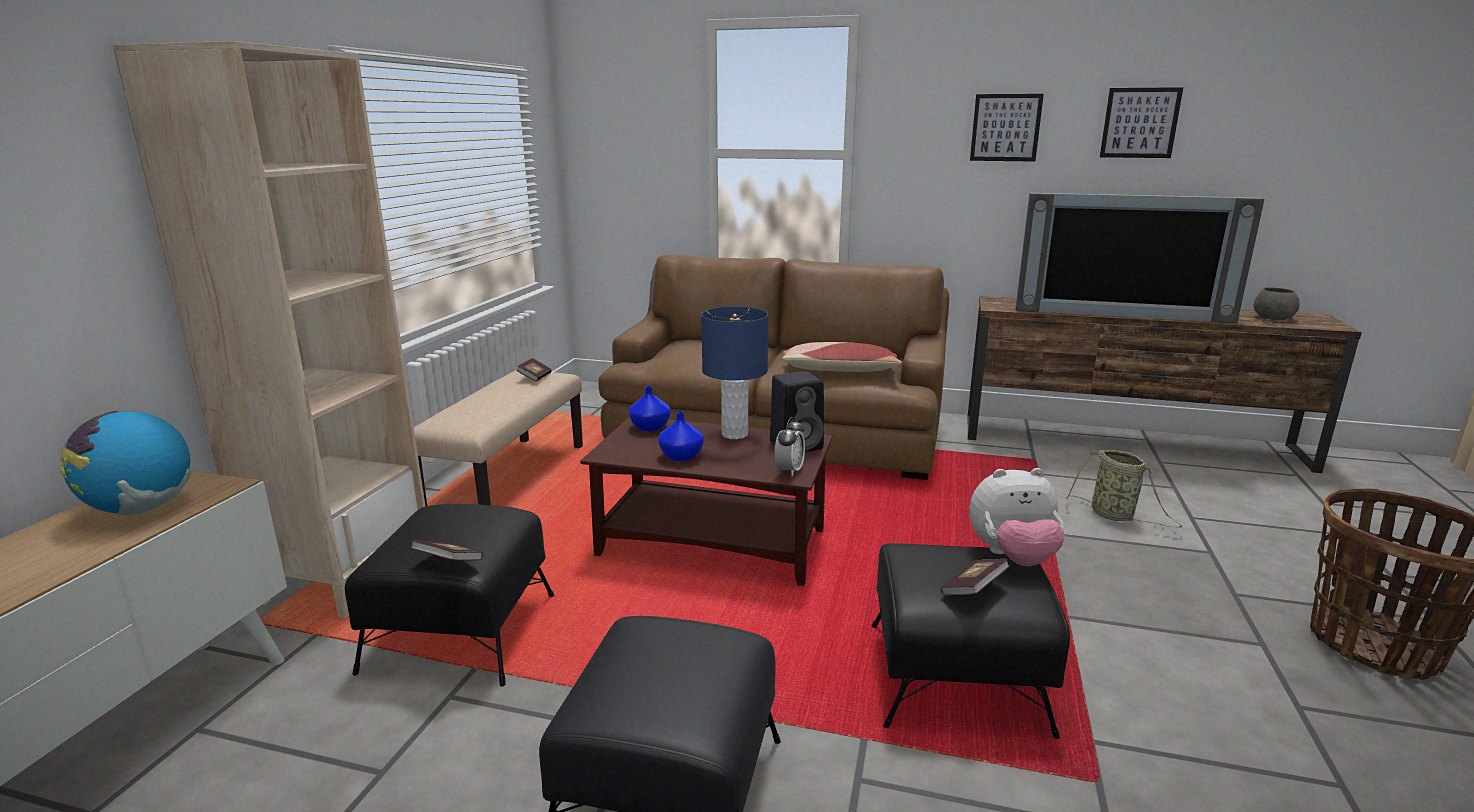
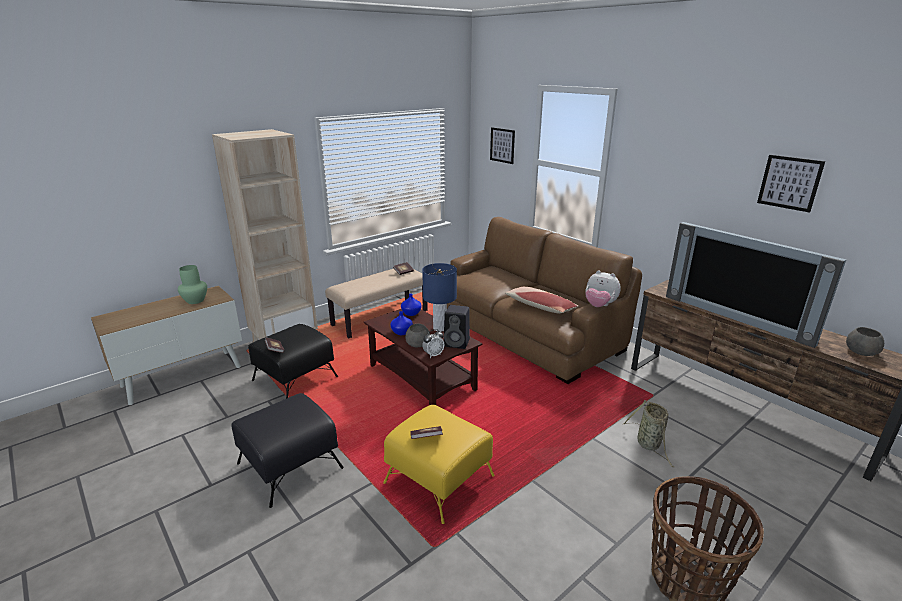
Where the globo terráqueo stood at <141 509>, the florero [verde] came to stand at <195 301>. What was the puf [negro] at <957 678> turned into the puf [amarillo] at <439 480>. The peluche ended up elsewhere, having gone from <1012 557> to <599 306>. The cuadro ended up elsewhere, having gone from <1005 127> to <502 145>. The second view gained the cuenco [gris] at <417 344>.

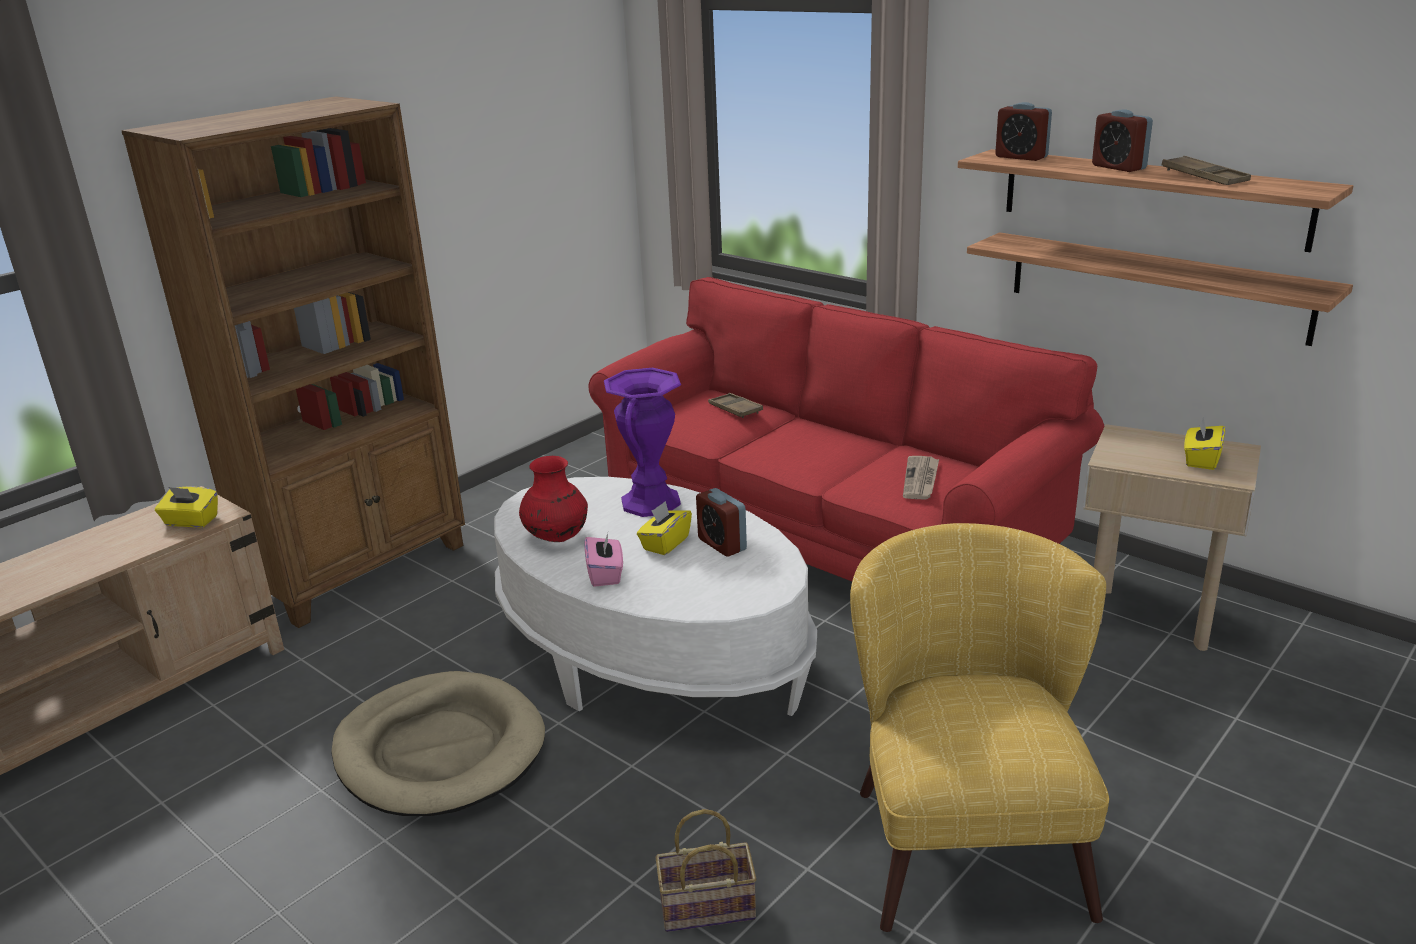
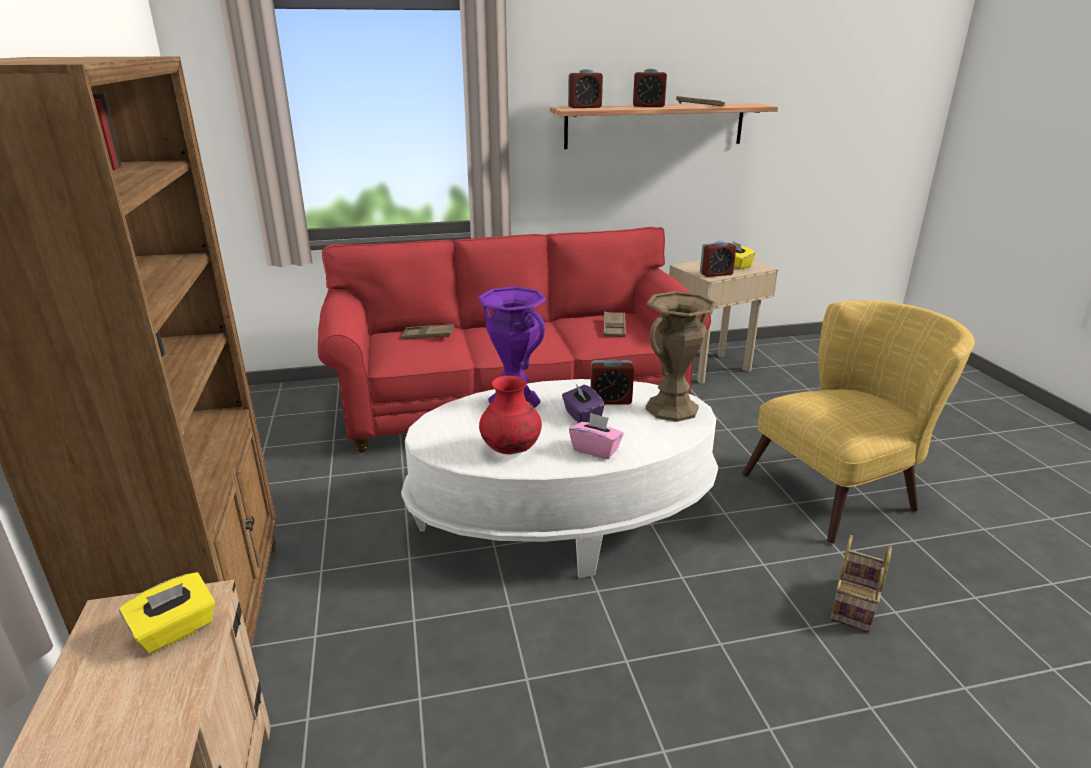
The second view lost the cama para perro [beis] at <440 750>. What was the caja de pañuelos [amarillo] at <665 543> turned into the caja de pañuelos [morado] at <582 416>. The sillón [amarillo] at <965 832> ended up facing another way, 120 degrees clockwise from before. Where the periódico stood at <921 480>, the bandeja [marrón] came to stand at <614 328>. The second view lost the estante at <1155 286>. The second view gained the florero [marrón] at <672 408>. The second view gained the despertador at <716 274>.

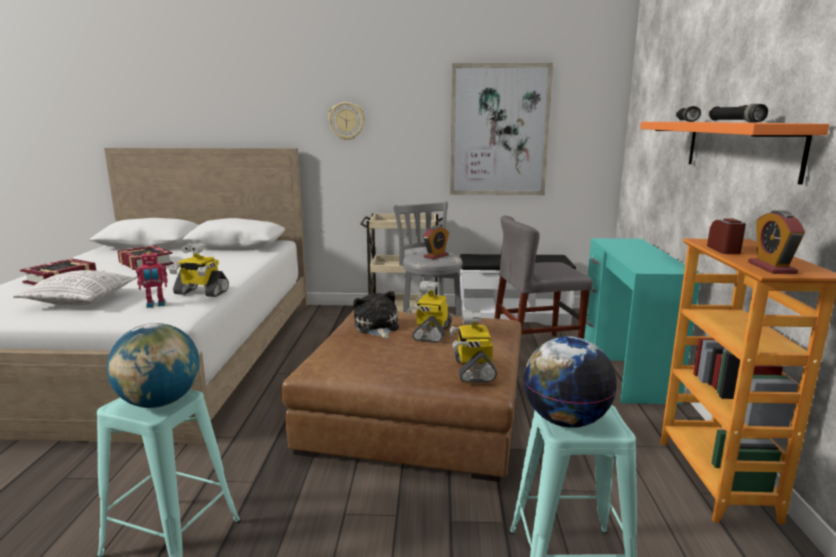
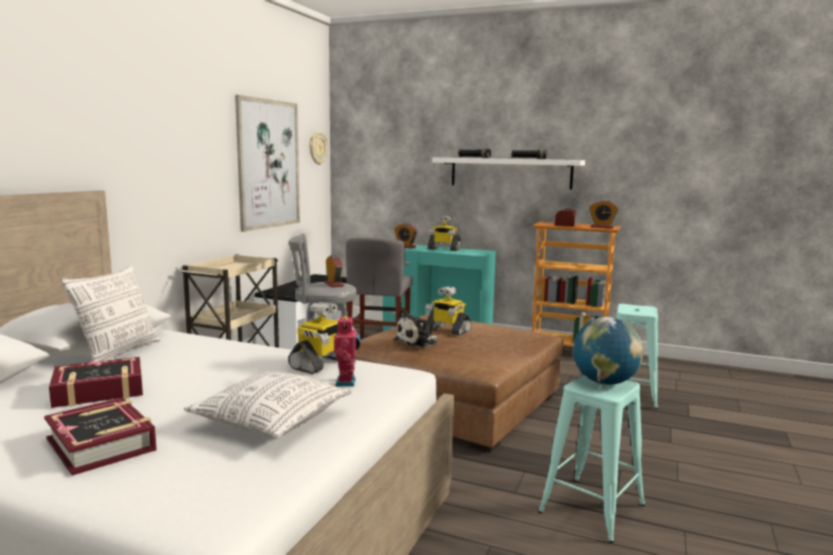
The reloj de pared ended up elsewhere, having gone from <346 121> to <317 148>. The peluche at <377 327> ended up facing another way, 45 degrees counterclockwise from before. The robot de juguete ended up elsewhere, having gone from <473 370> to <443 249>. The second view lost the globo terráqueo at <565 420>. What was the estante [naranja] at <739 147> turned into the estante [blanco] at <510 173>. The second view gained the cojín at <118 353>. The second view gained the despertador at <405 247>.

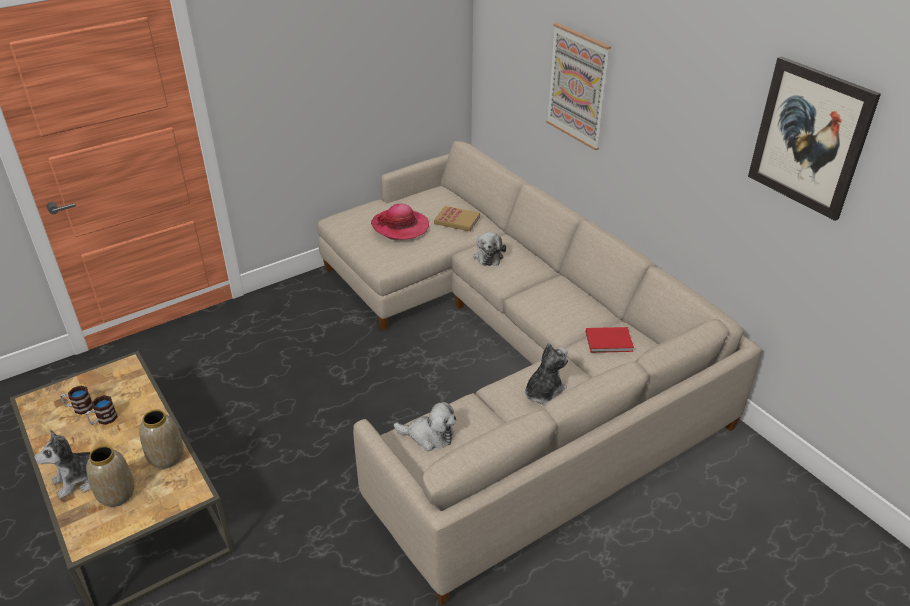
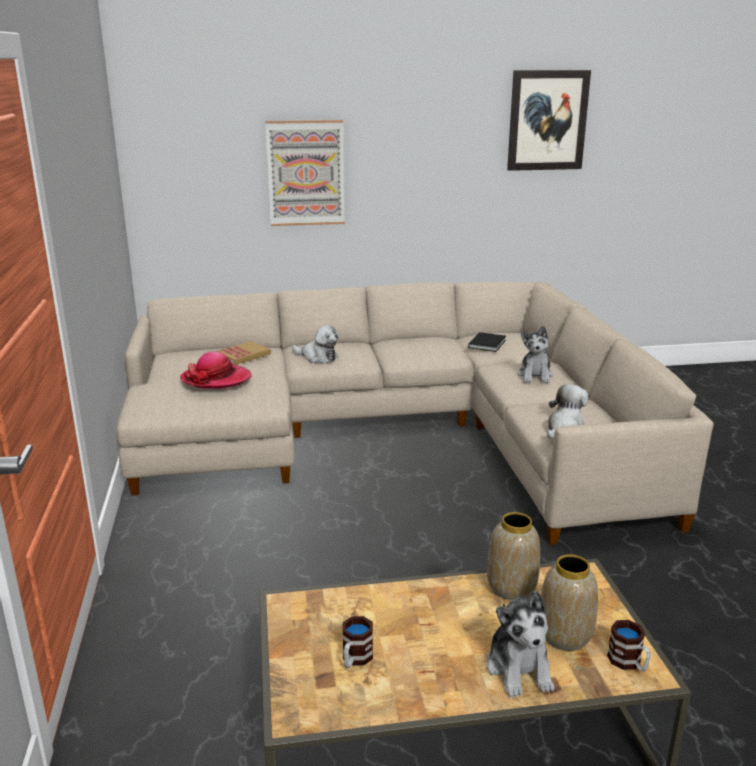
The taza grande ended up elsewhere, having gone from <103 420> to <628 663>. The peluche at <544 393> ended up facing another way, 150 degrees counterclockwise from before. What was the libro [rojo] at <610 342> turned into the libro [negro] at <488 343>.

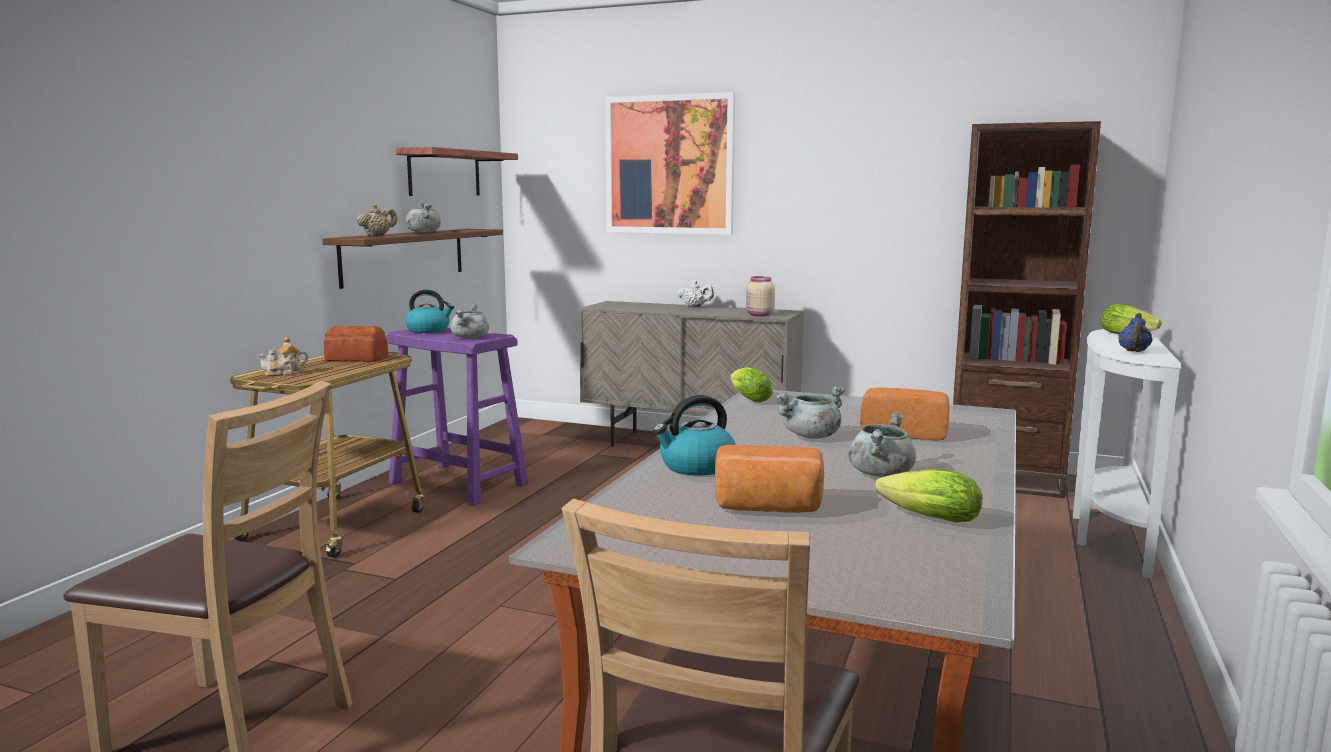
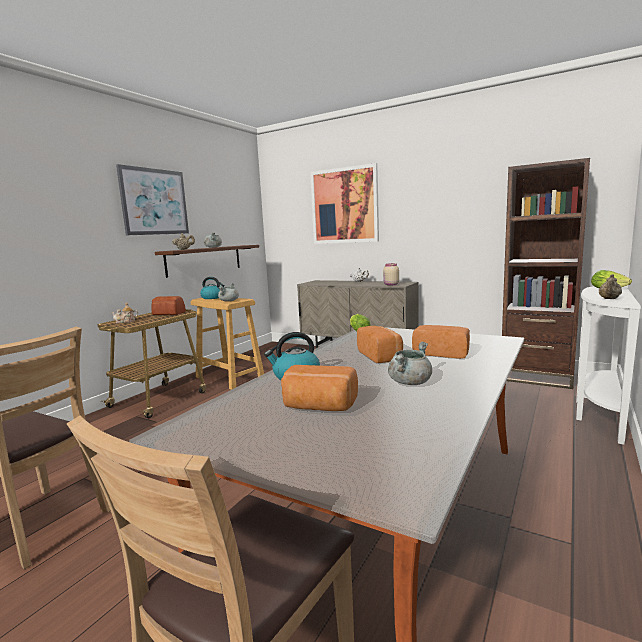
What was the taburete [morado] at <459 484> turned into the taburete [beis] at <230 377>. The second view lost the estante at <444 173>. Where the olla [gris] stood at <811 436>, the pan came to stand at <381 356>. The second view lost the lechuga at <925 518>. What was the tetera [azul] at <1133 351> turned into the tetera [beis] at <609 299>. The second view gained the cuadro at <154 202>.

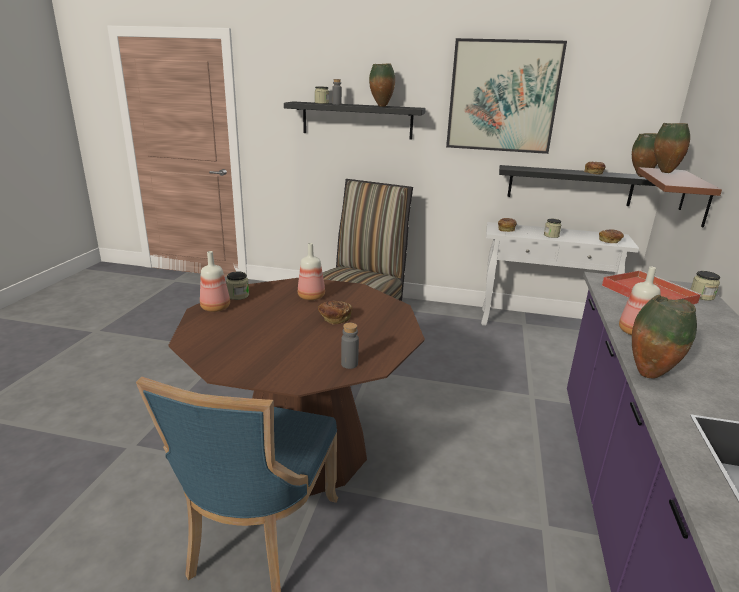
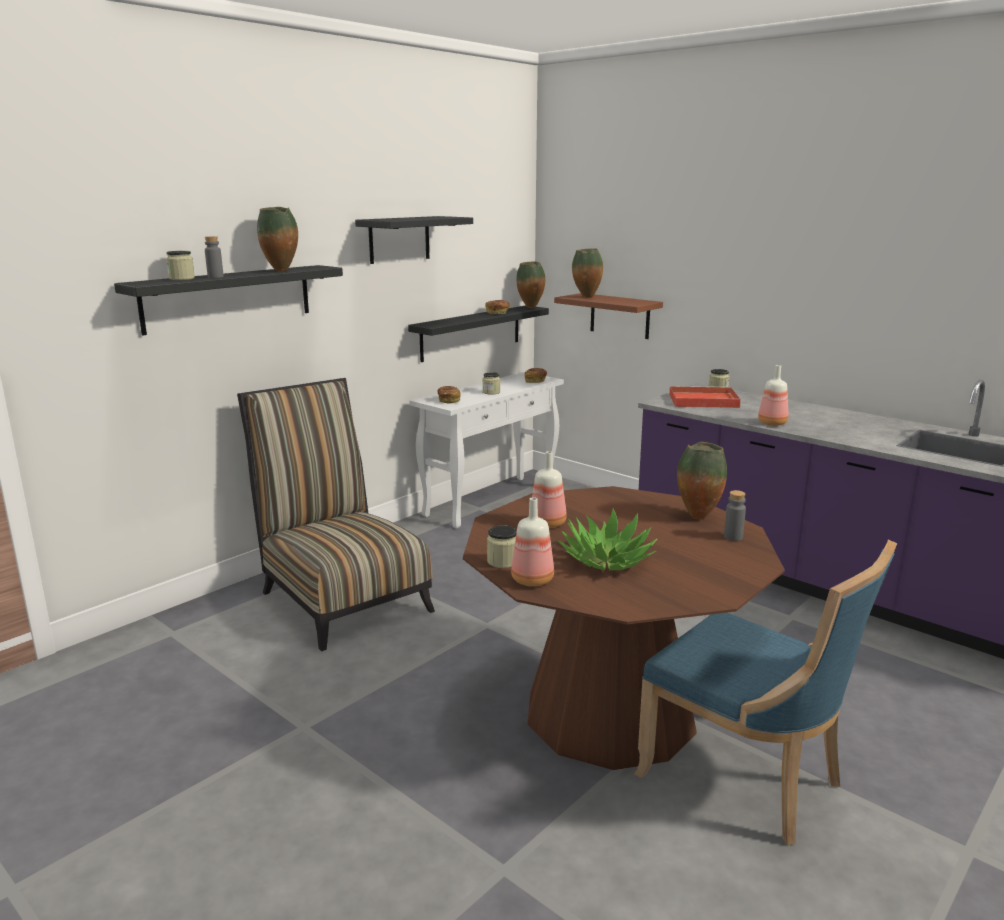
The second view lost the pan at <334 319>. Where the cuadro hung at <503 96>, the estante [negro] came to hang at <399 239>. The florero ended up elsewhere, having gone from <649 375> to <697 516>. The second view gained the planta en maceta at <607 560>.

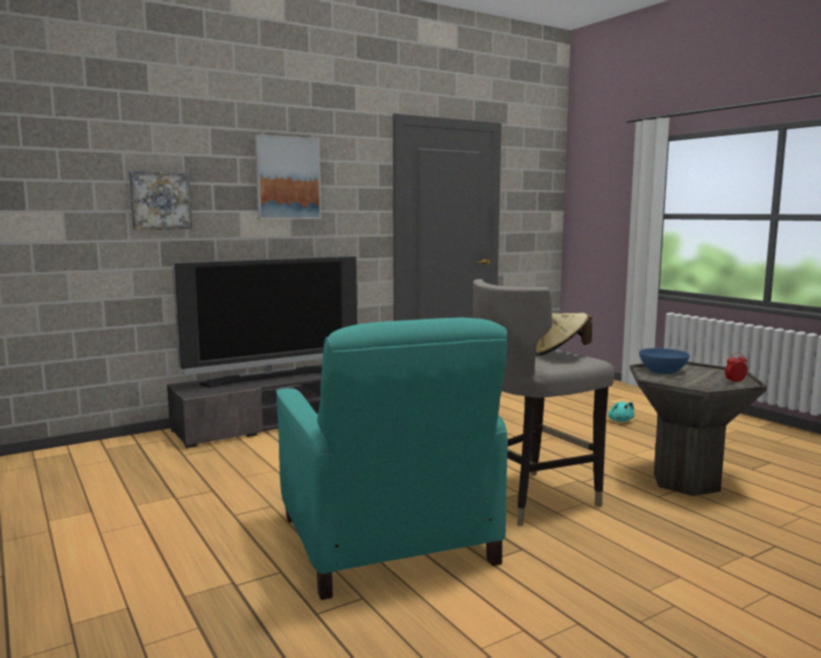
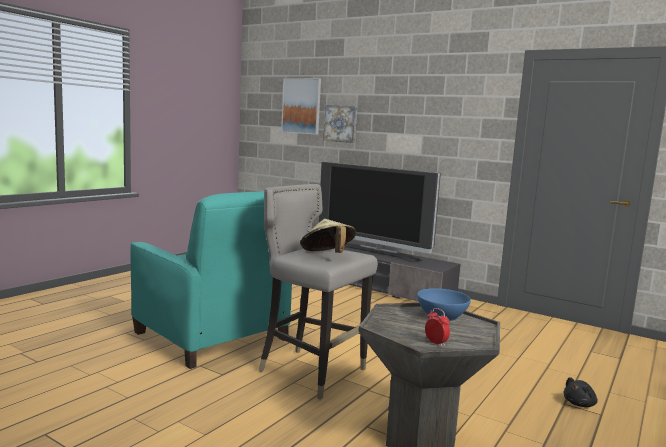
The cuadro ended up elsewhere, having gone from <288 178> to <301 106>. The sillón [turquesa] at <387 541> ended up facing another way, 90 degrees counterclockwise from before. What was the peluche [turquesa] at <620 420> turned into the peluche [negro] at <580 404>.

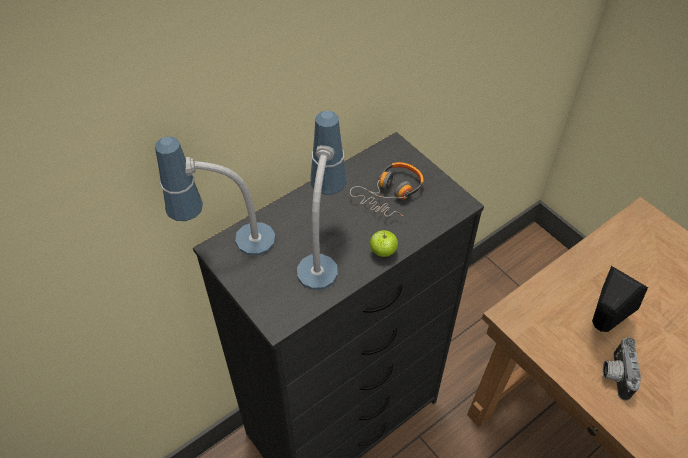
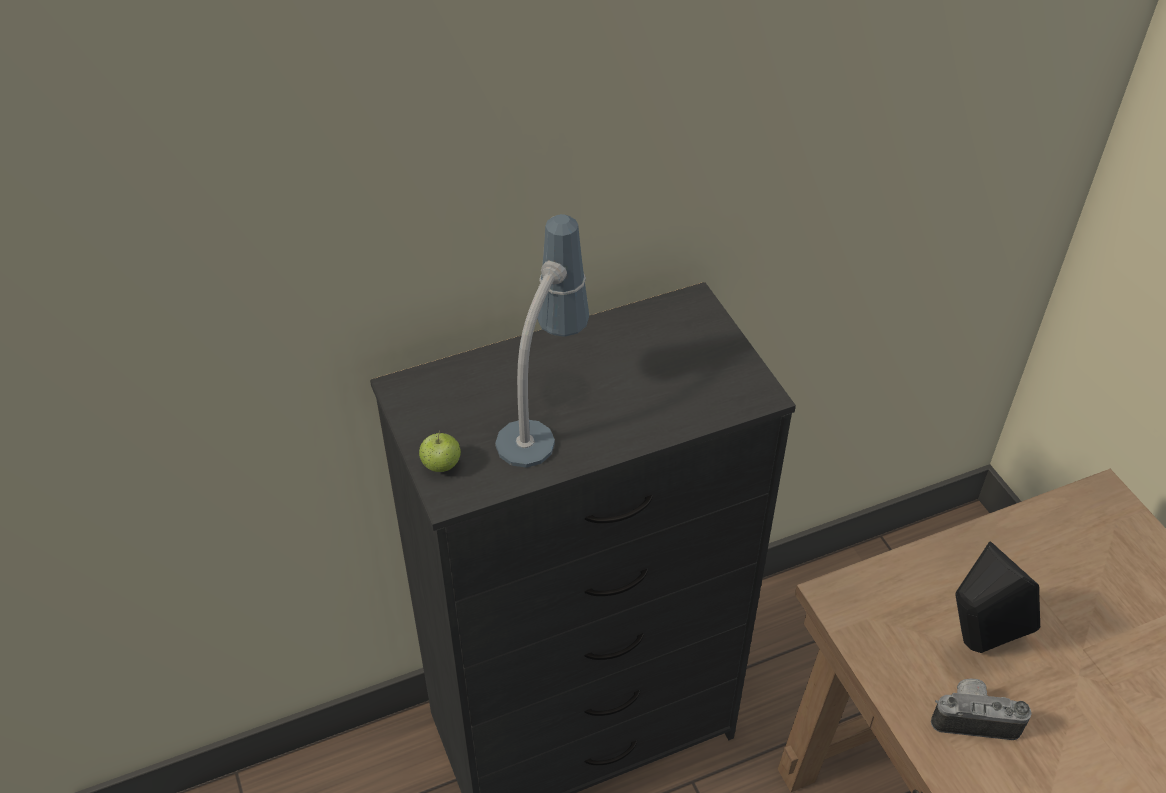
The second view lost the lámpara de mesa at <227 244>. The second view lost the auriculares at <391 194>. The manzana ended up elsewhere, having gone from <383 252> to <441 465>. The cámara at <614 374> ended up facing another way, 75 degrees clockwise from before.

